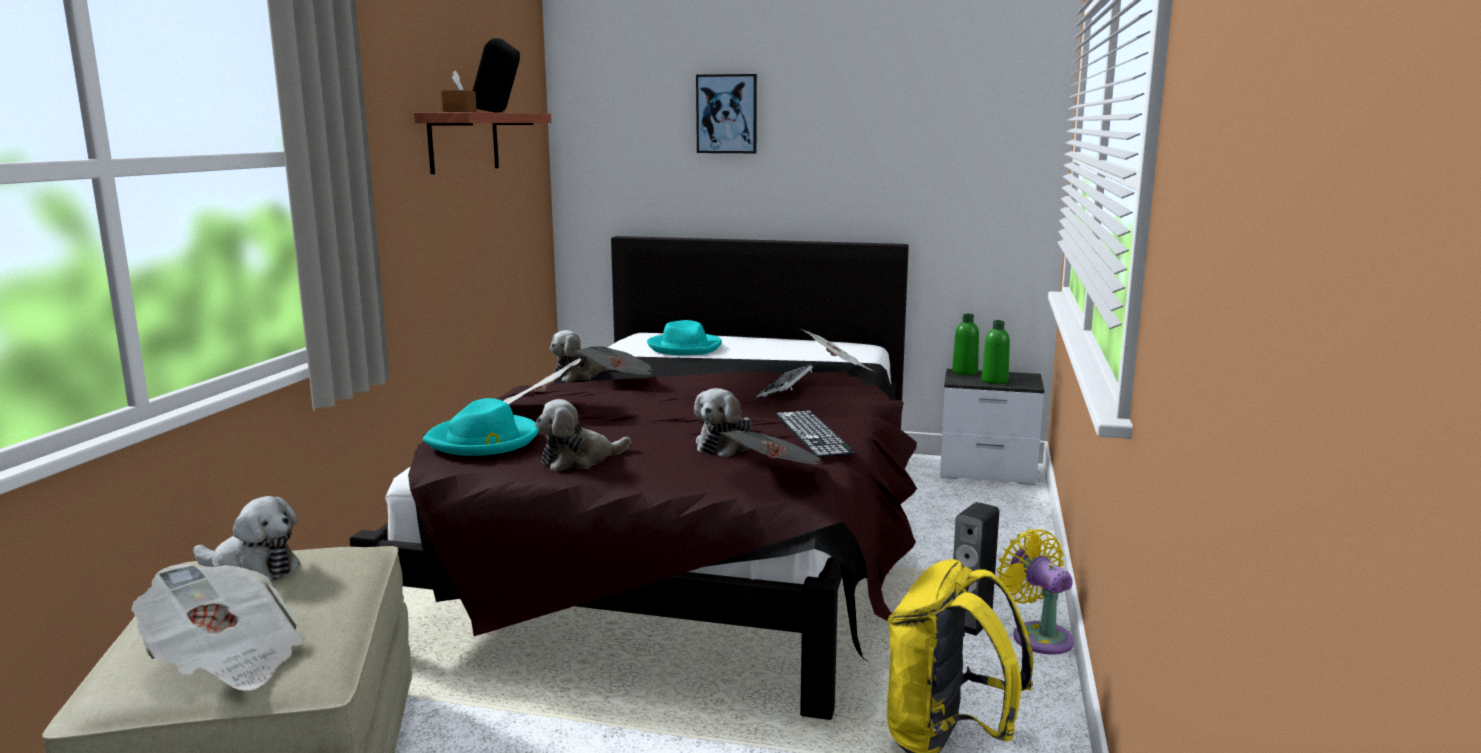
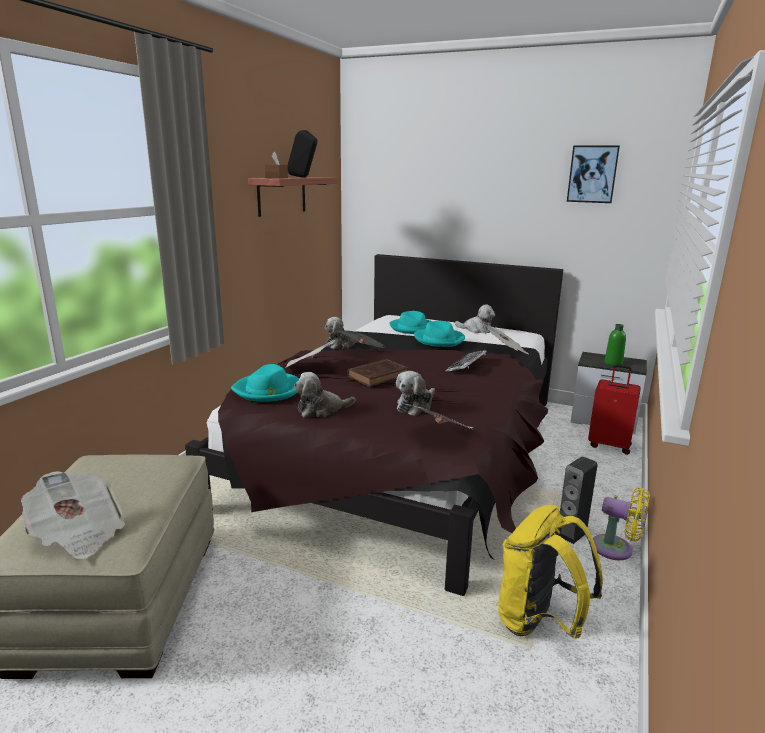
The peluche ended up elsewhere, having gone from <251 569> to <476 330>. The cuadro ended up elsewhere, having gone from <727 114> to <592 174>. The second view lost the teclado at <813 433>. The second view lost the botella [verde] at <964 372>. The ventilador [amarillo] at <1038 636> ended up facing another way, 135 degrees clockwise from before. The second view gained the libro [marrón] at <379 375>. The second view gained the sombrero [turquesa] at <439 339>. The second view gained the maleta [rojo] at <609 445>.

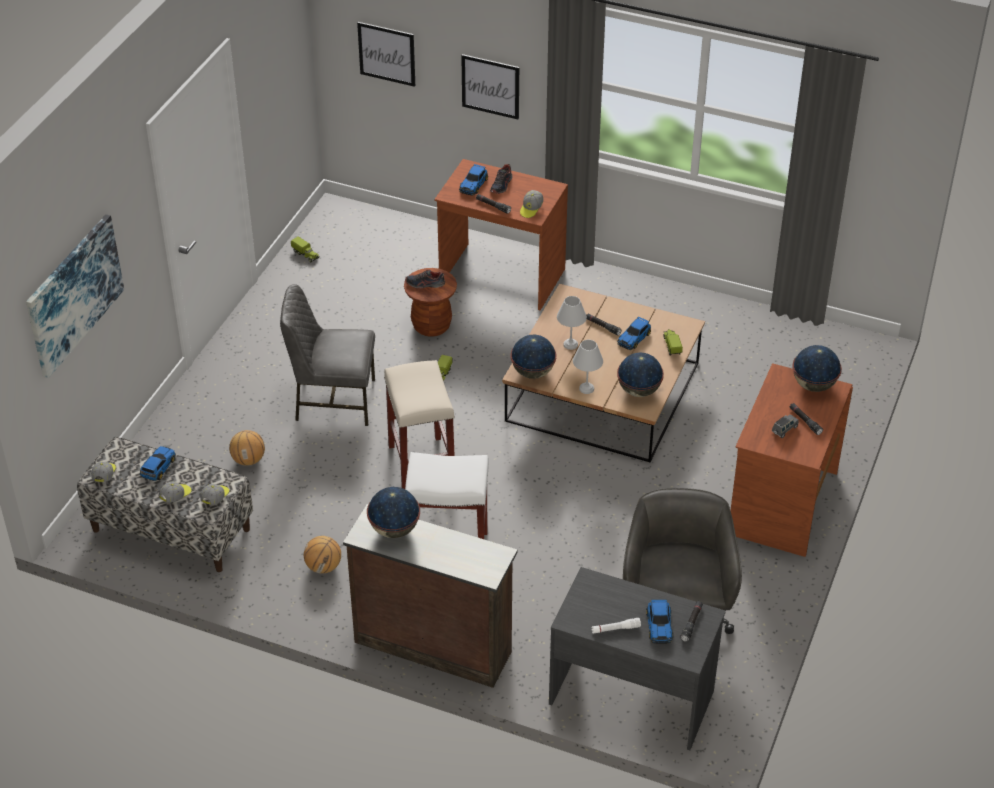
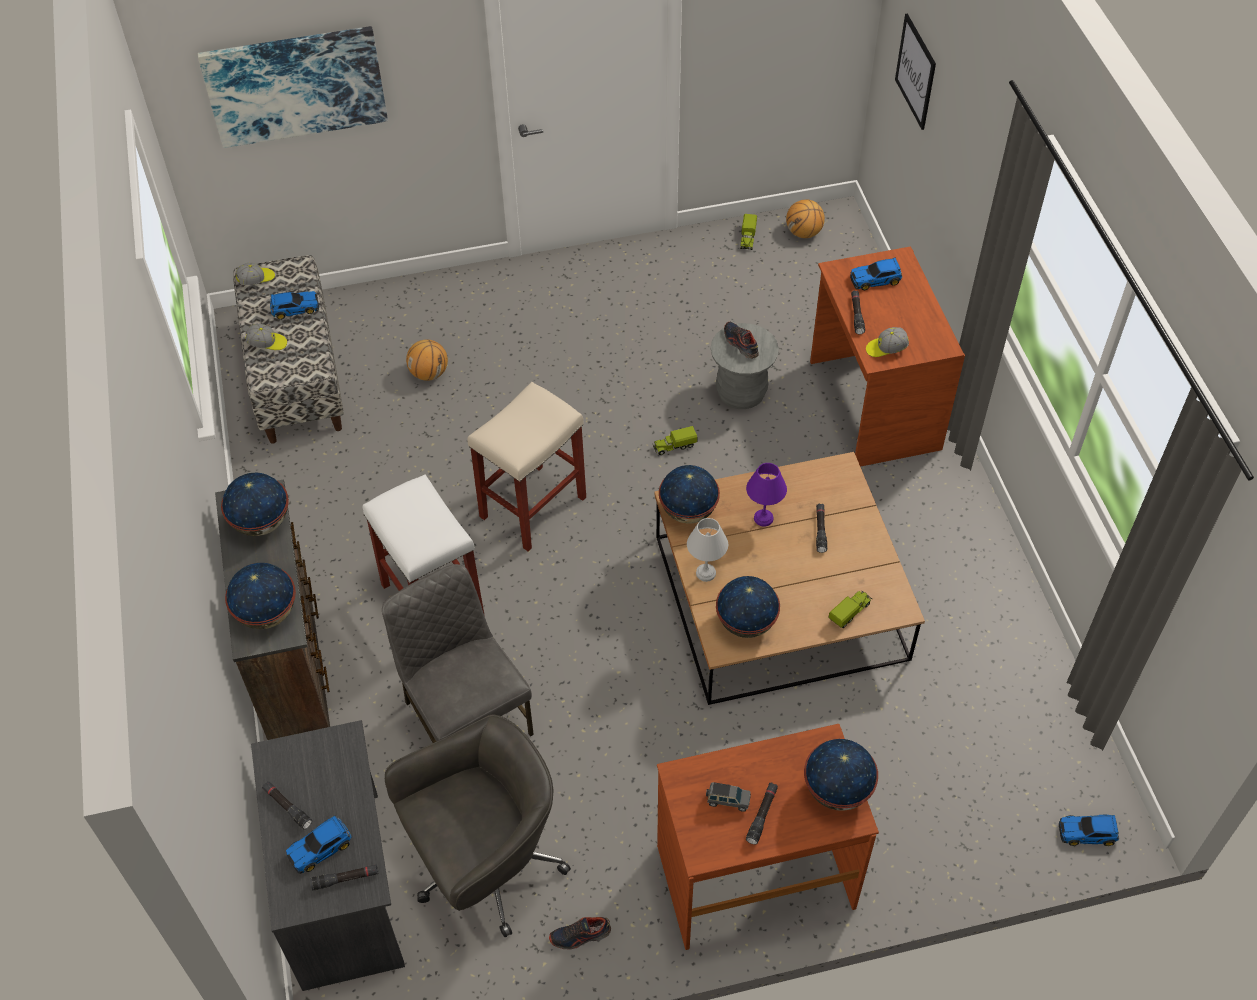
The second view lost the gorra at <215 498>. The silla [gris] ended up elsewhere, having gone from <333 400> to <466 717>. The balón de baloncesto ended up elsewhere, having gone from <323 567> to <804 233>. What was the taburete [marrón] at <431 326> turned into the taburete [gris] at <741 394>. The second view lost the cuadro at <490 86>. The zapato ended up elsewhere, having gone from <501 185> to <580 936>. What was the lámpara de mesa [blanco] at <571 344> turned into the lámpara de mesa [morado] at <764 519>. What was the linterna [blanco] at <615 629> turned into the linterna [negro] at <287 807>. The coche de juguete ended up elsewhere, having gone from <634 338> to <1088 833>. The second view gained the globo terráqueo at <267 613>.

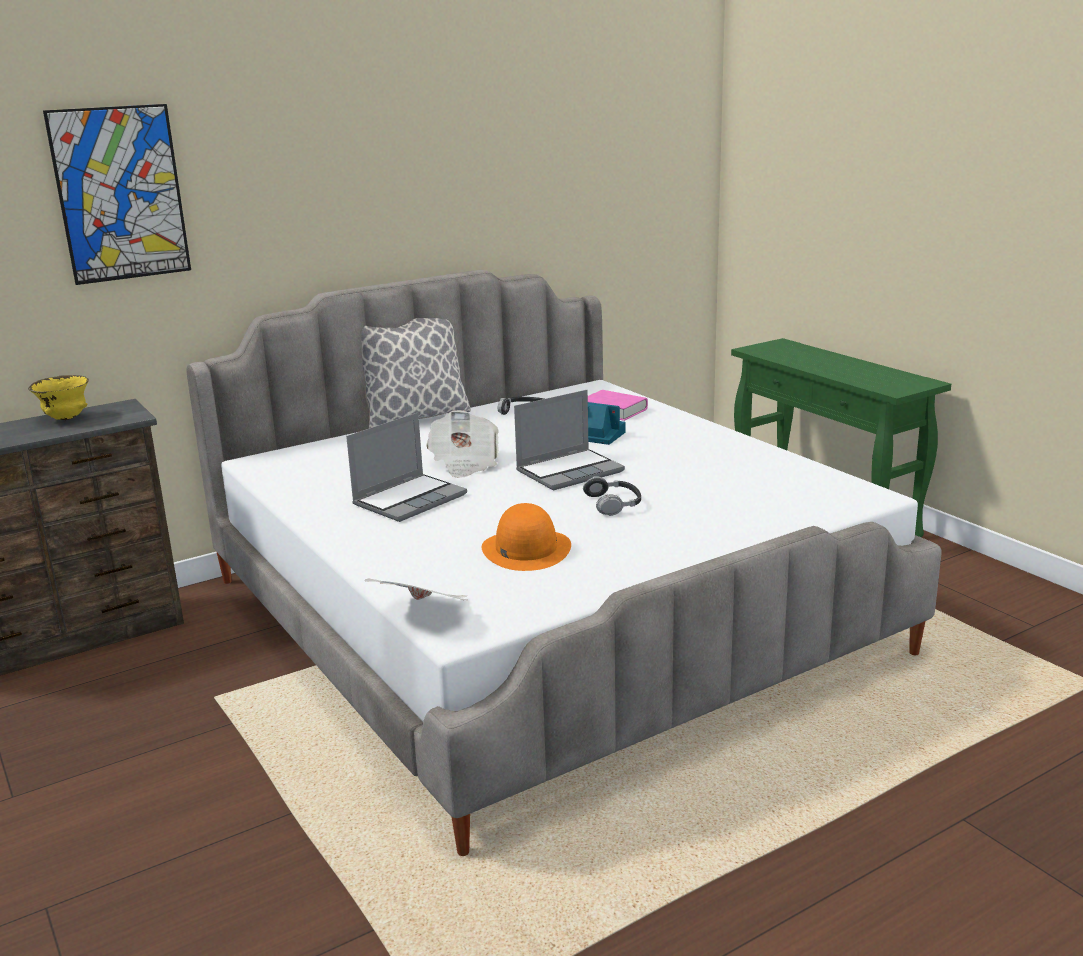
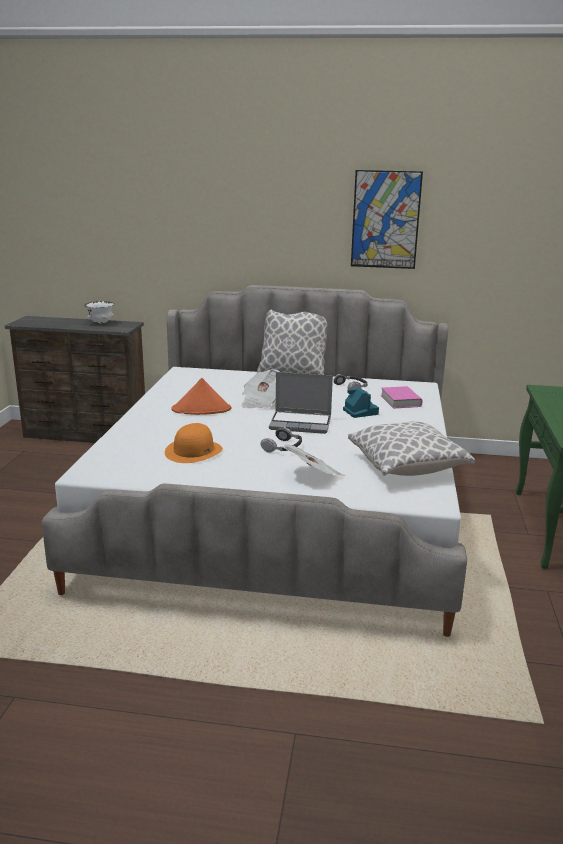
What was the cuenco [amarillo] at <65 419> turned into the cuenco [blanco] at <101 323>. The cuadro ended up elsewhere, having gone from <120 194> to <385 220>. Where the portátil stood at <410 499>, the sombrero [naranja] came to stand at <201 409>. The periódico ended up elsewhere, having gone from <423 615> to <313 476>. The second view gained the cojín at <407 467>.

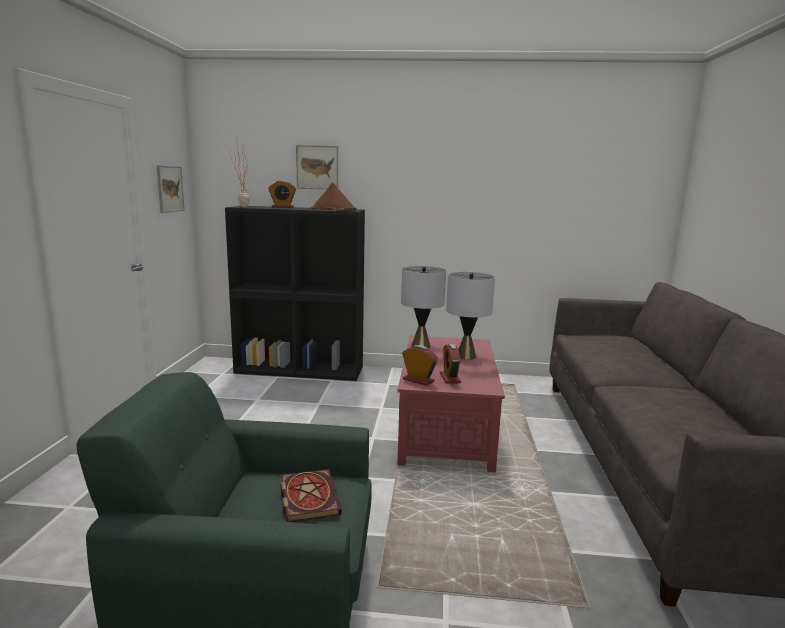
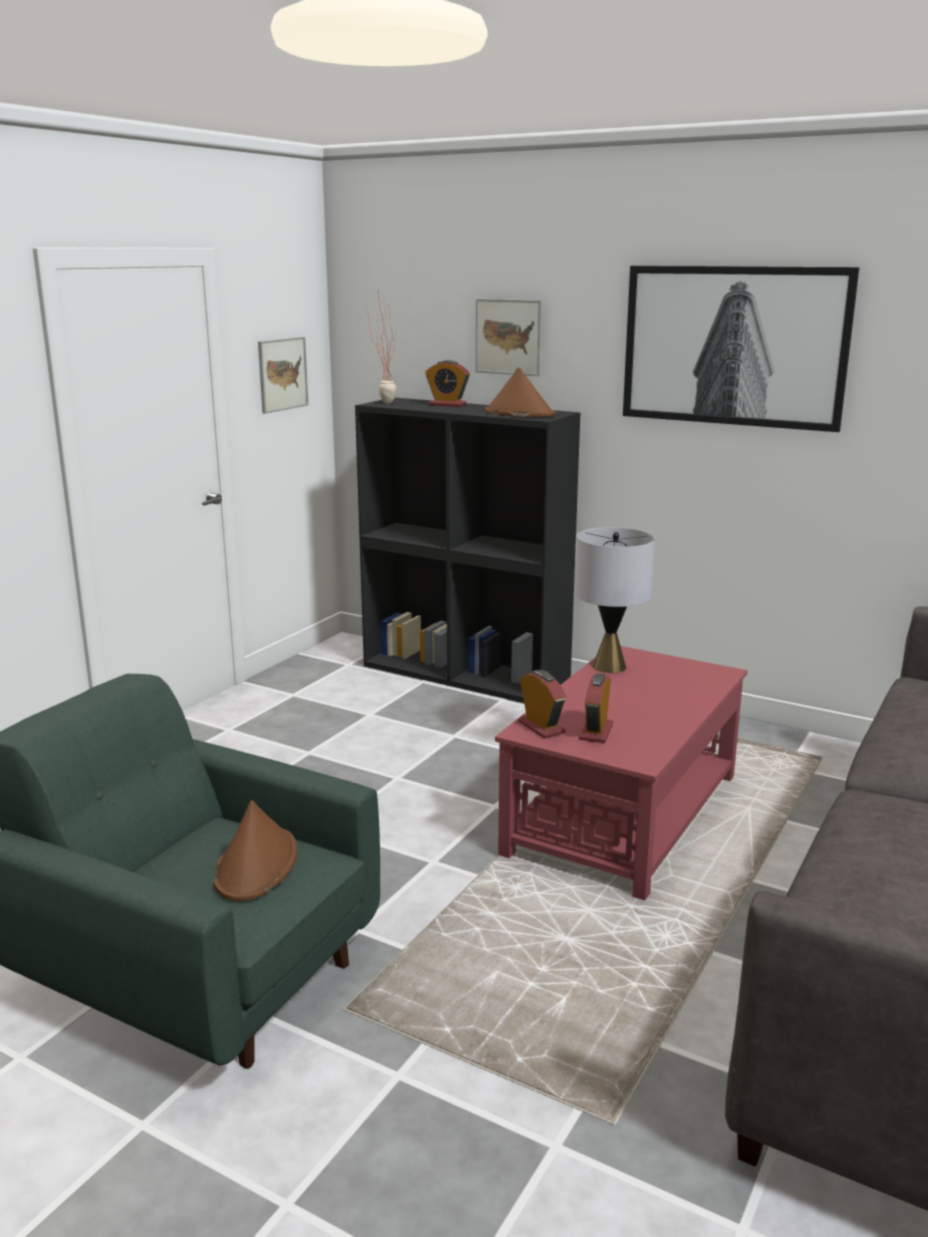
Where the libro stood at <307 497>, the sombrero [marrón] came to stand at <256 865>. The second view lost the lámpara de mesa [gris] at <465 356>. The second view gained the cuadro at <734 346>.

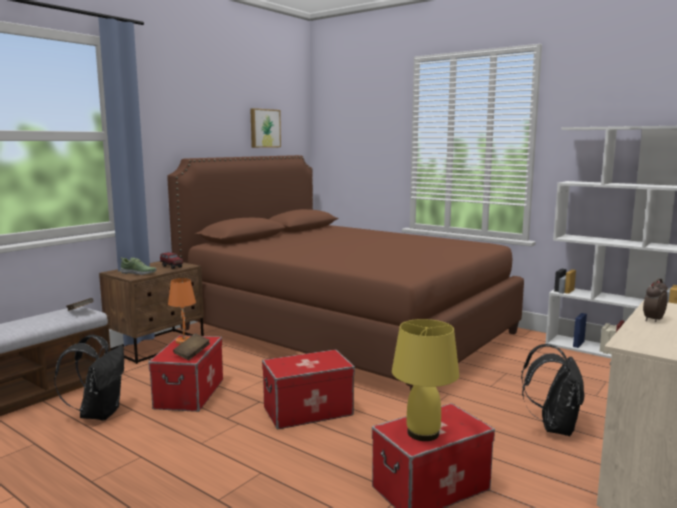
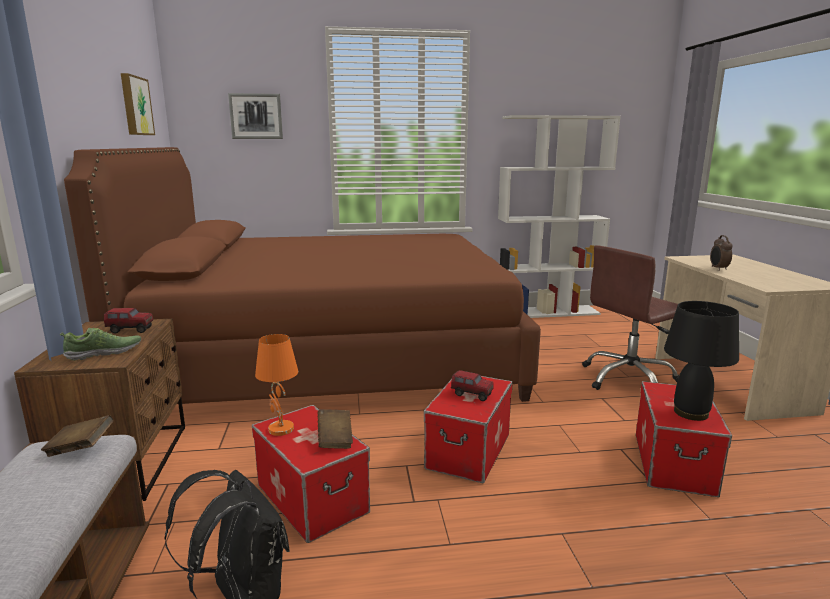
What was the lámpara de mesa [amarillo] at <423 433> turned into the lámpara de mesa [negro] at <690 412>. Where the mochila [negro] stood at <553 427>, the silla de oficina [marrón] came to stand at <629 379>. The second view gained the cuadro at <256 116>. The second view gained the camión de juguete at <472 395>.

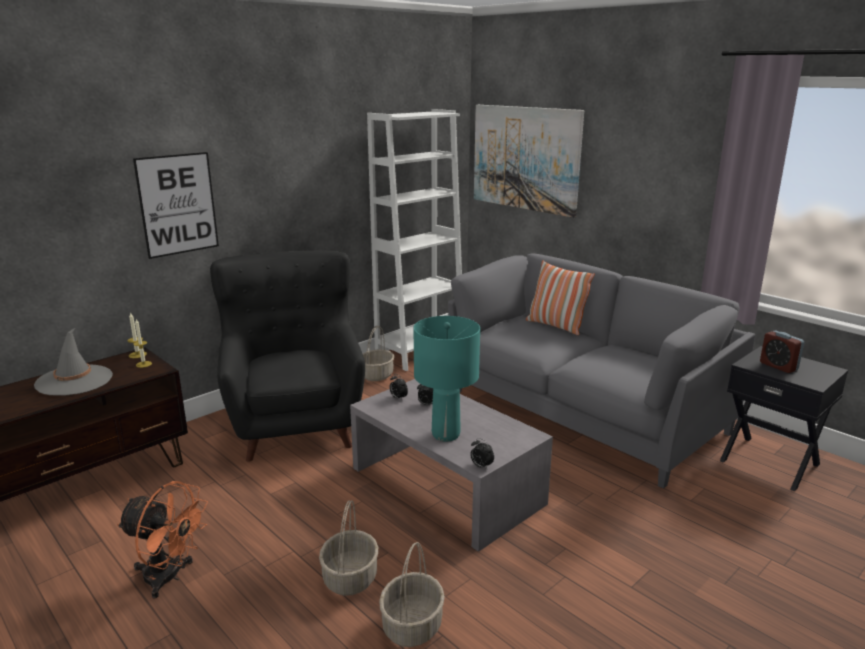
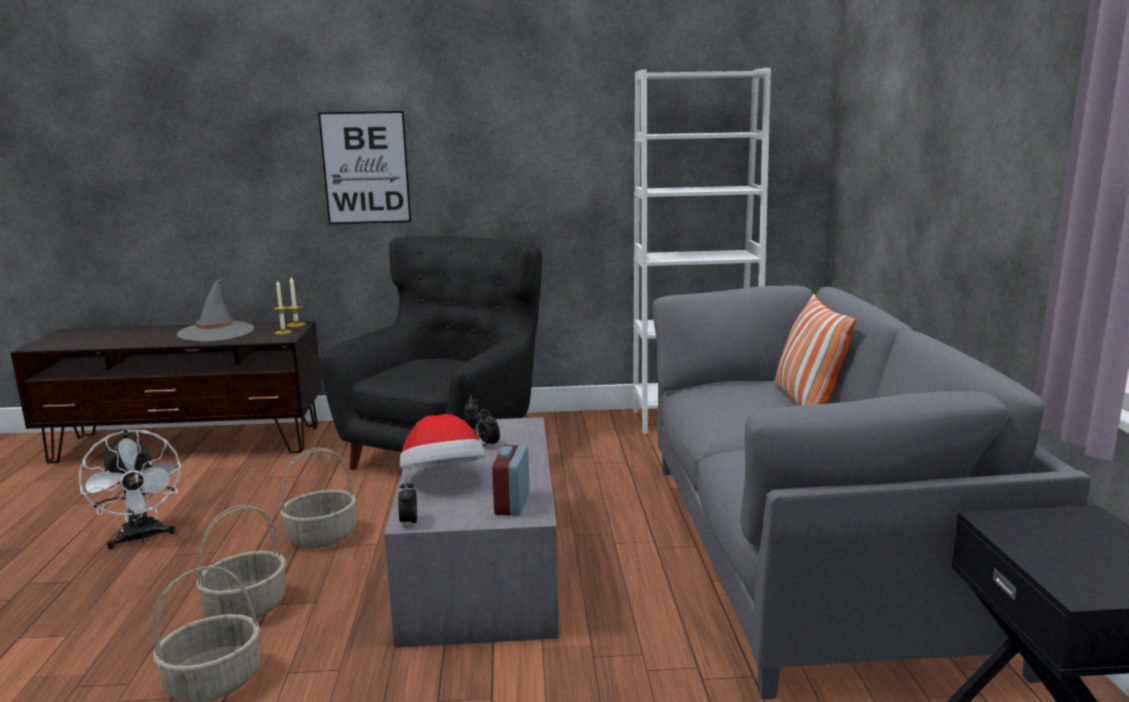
What was the ventilador [naranja] at <169 577> turned into the ventilador [blanco] at <142 538>. The cesta ended up elsewhere, having gone from <376 375> to <322 536>. Where the lámpara de mesa [turquesa] stood at <445 434>, the sombrero came to stand at <443 479>. The second view lost the cuadro at <525 158>. The despertador ended up elsewhere, having gone from <778 366> to <512 504>.

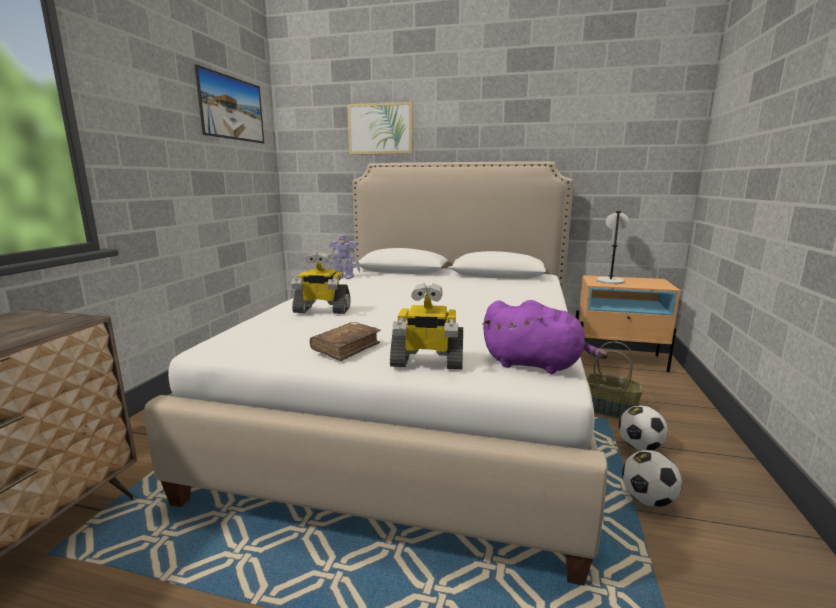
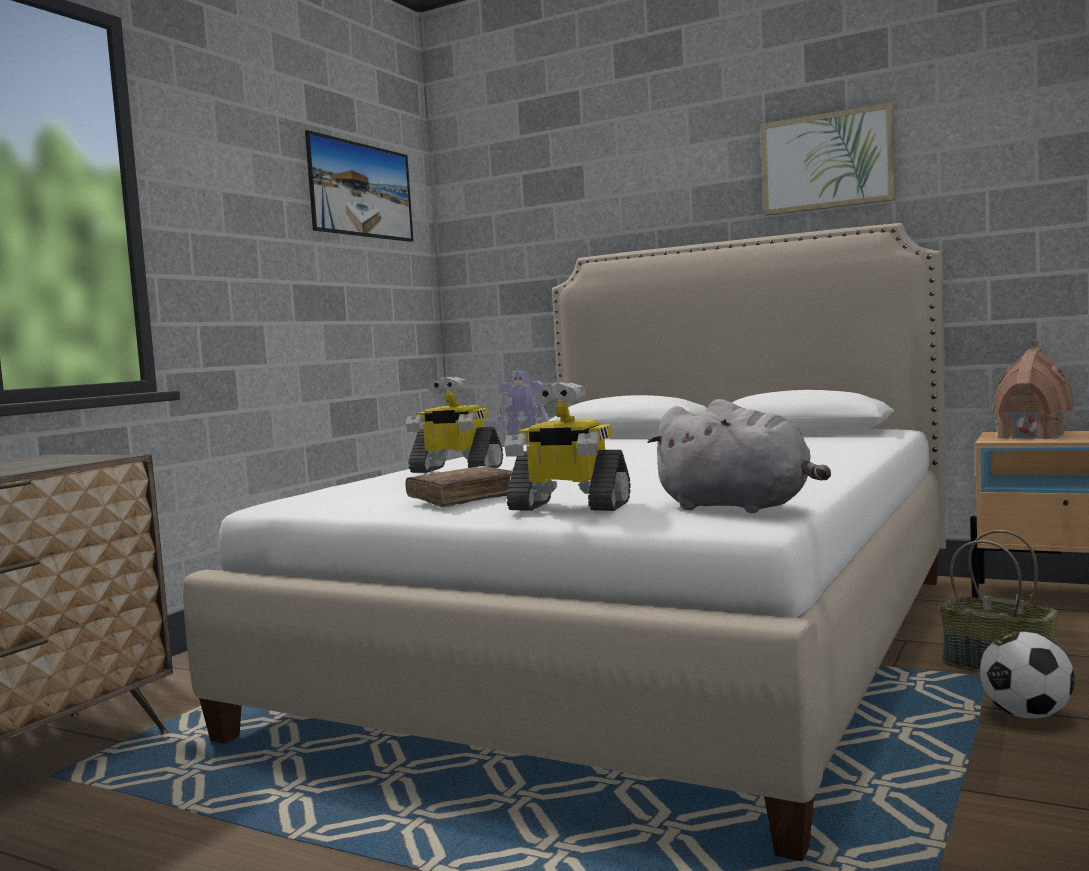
The cuadro ended up elsewhere, having gone from <380 129> to <827 161>. What was the peluche [morado] at <536 365> turned into the peluche [gris] at <739 507>. Where the lámpara de mesa [gris] stood at <610 281>, the casita came to stand at <1030 436>. The second view lost the balón de fútbol at <647 500>.

